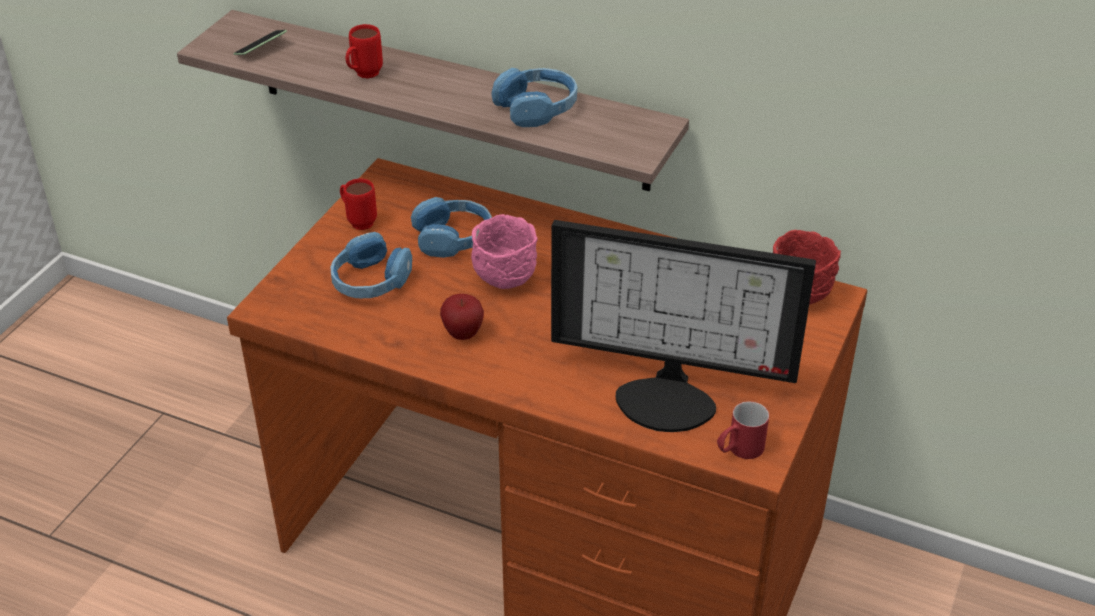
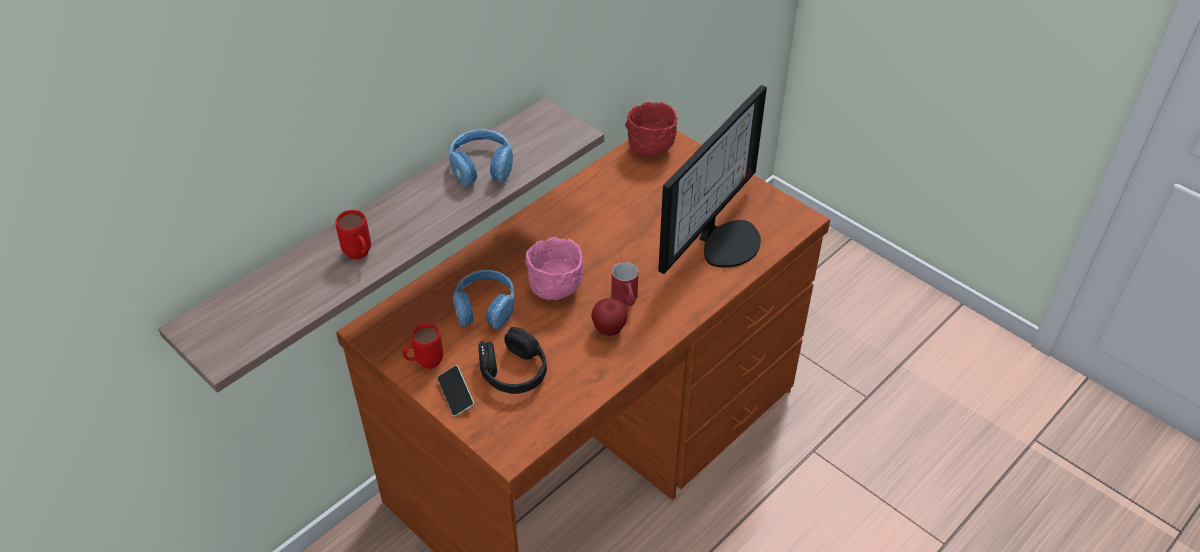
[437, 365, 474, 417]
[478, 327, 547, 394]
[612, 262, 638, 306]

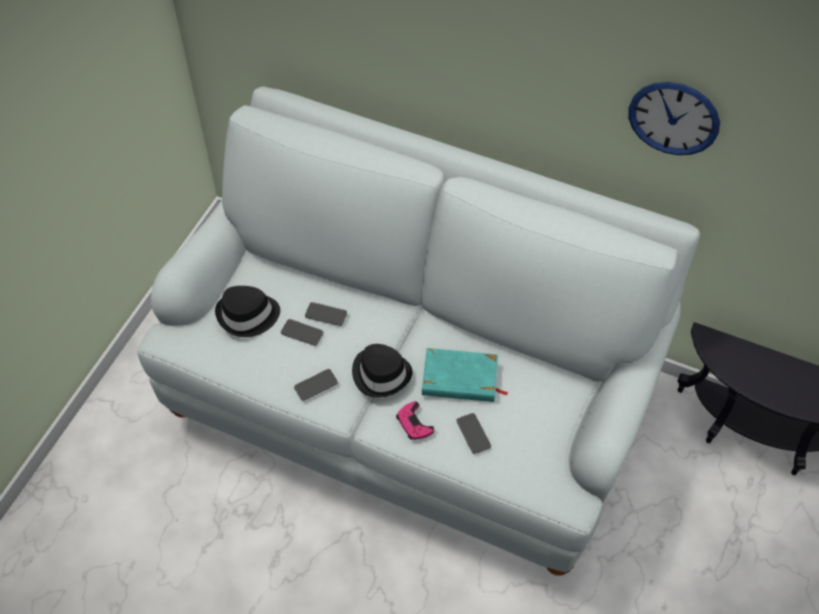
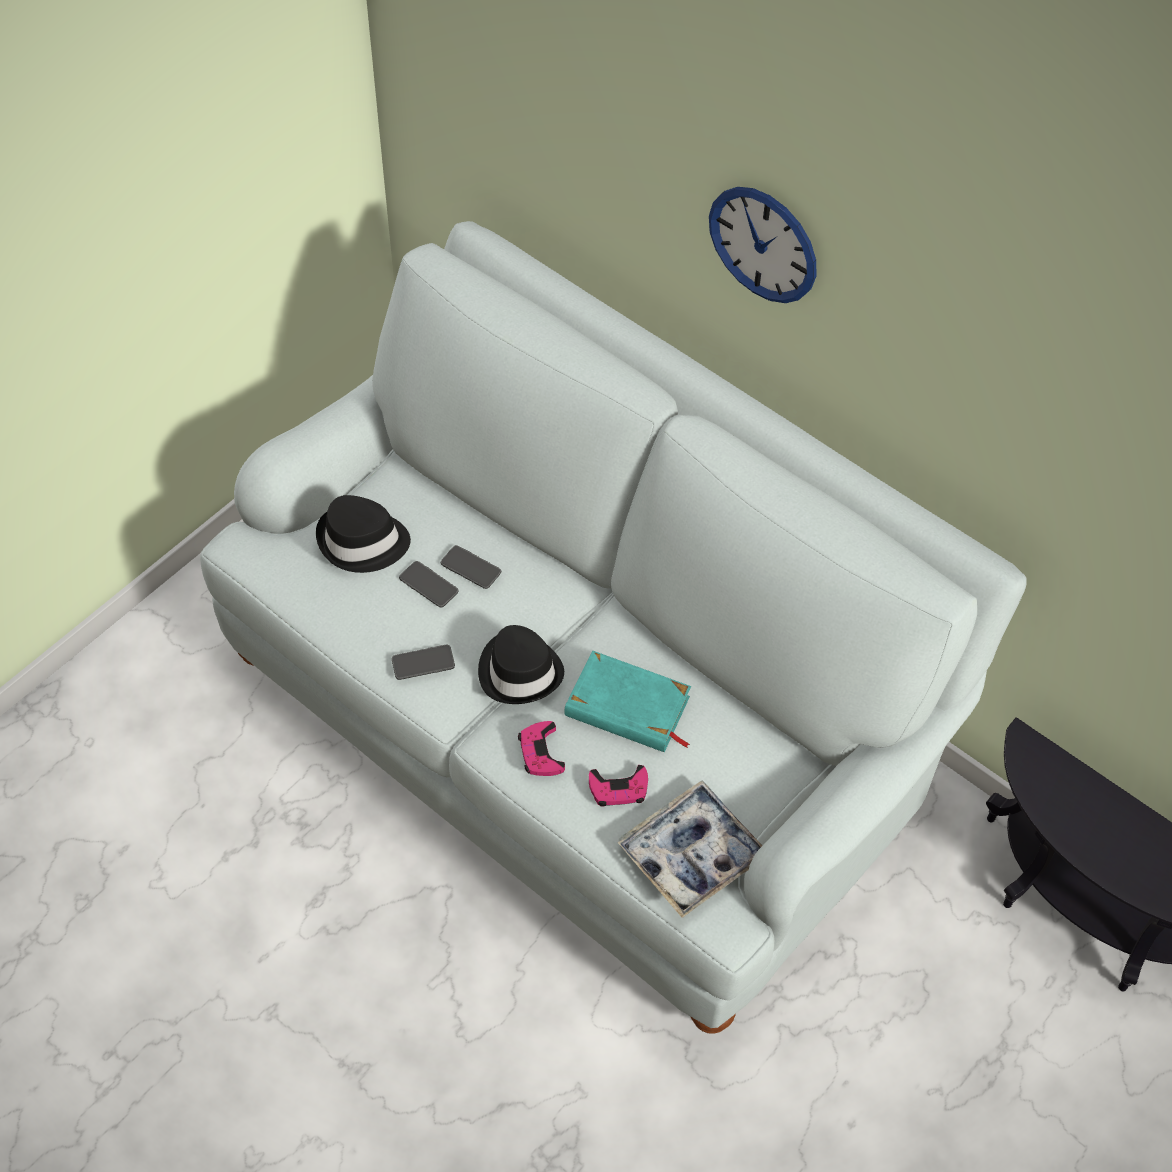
[589, 765, 648, 807]
[617, 780, 762, 918]
[709, 187, 816, 303]

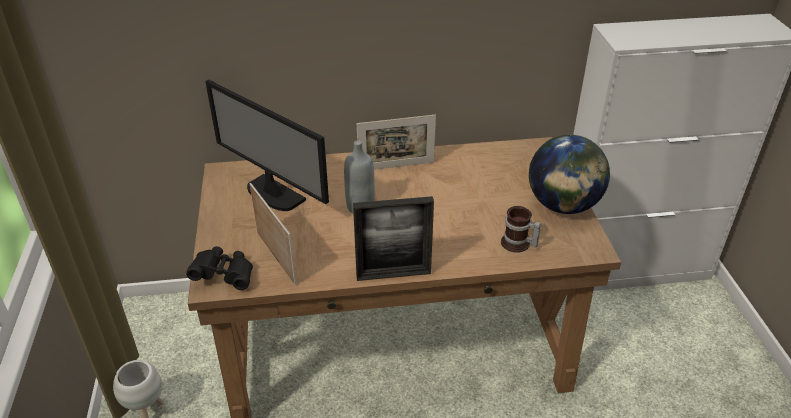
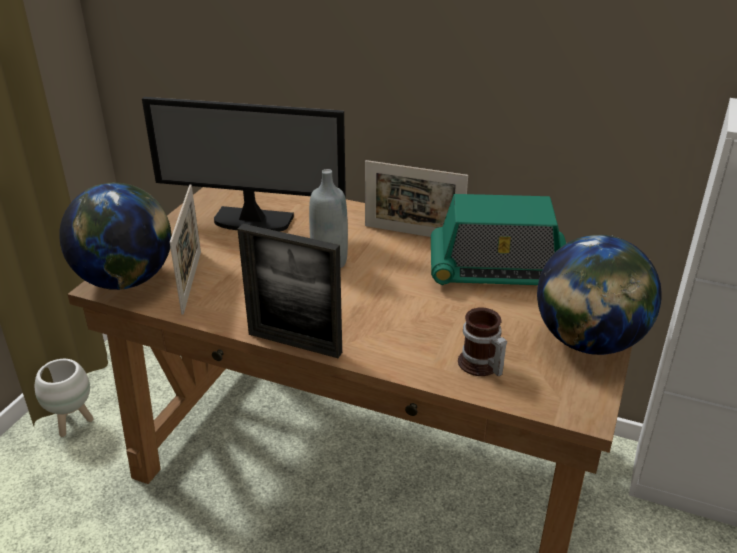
[59, 182, 171, 290]
[142, 97, 346, 232]
[431, 194, 566, 285]

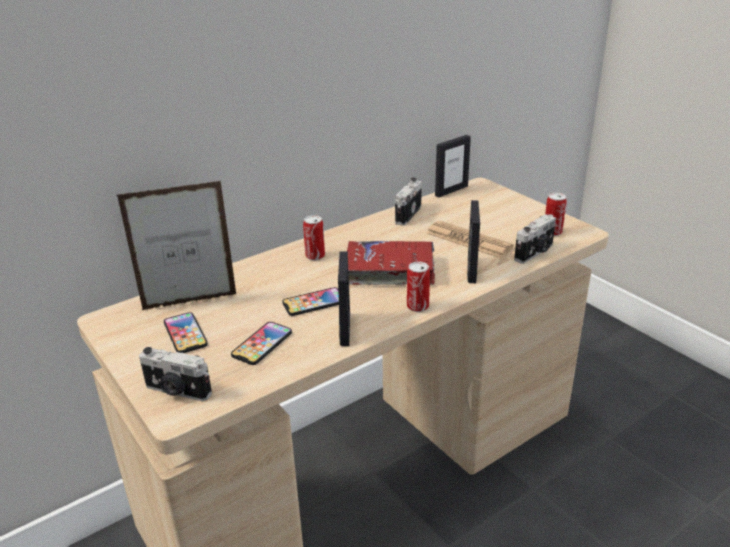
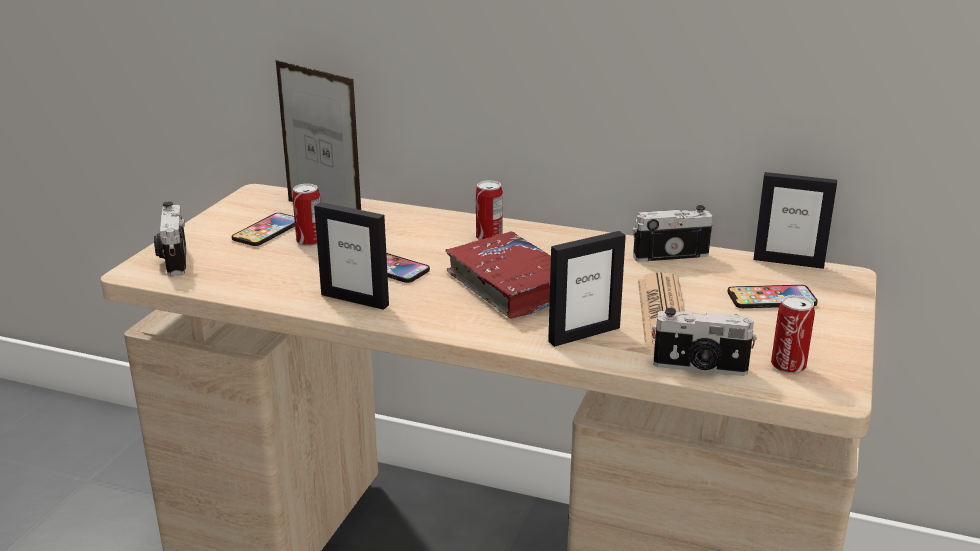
[292, 184, 320, 246]
[314, 202, 389, 310]
[727, 285, 818, 308]

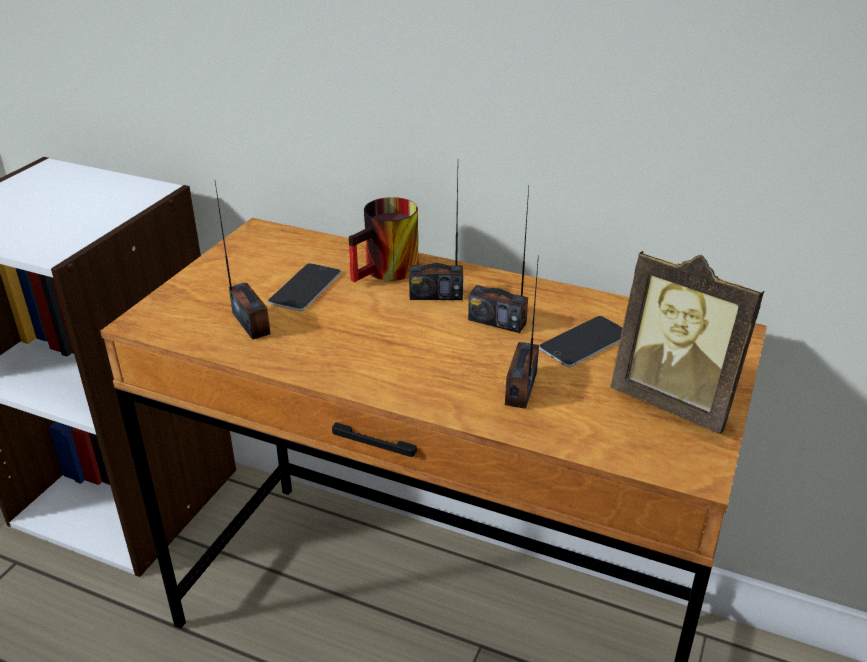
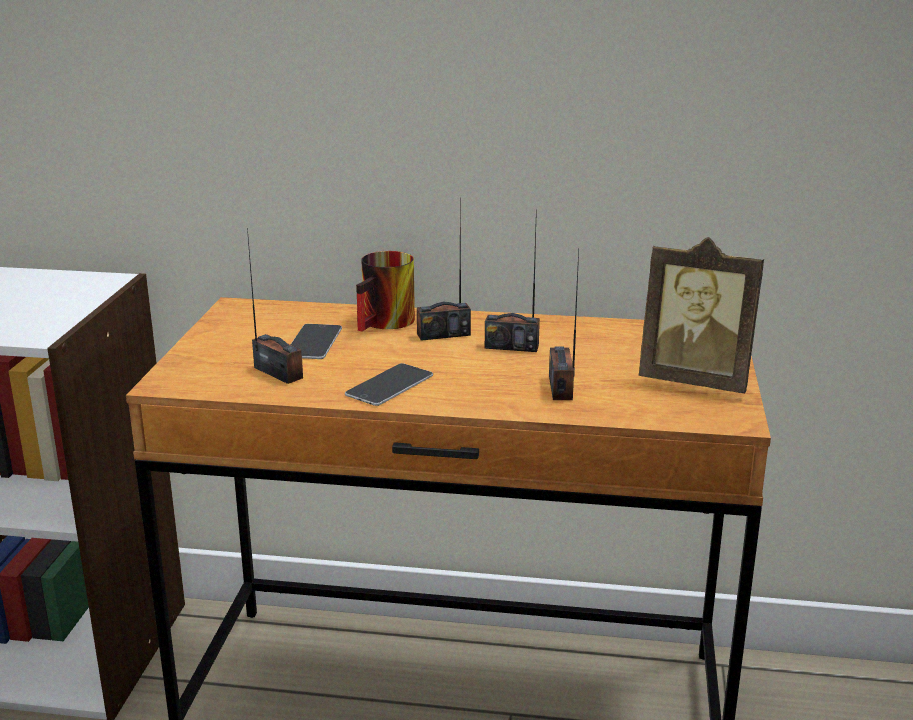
[345, 363, 433, 406]

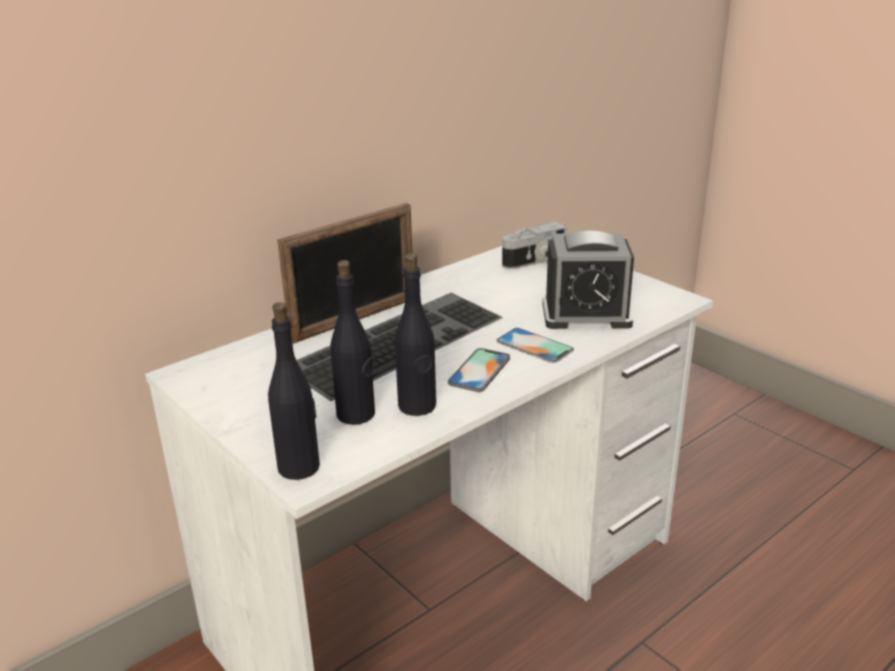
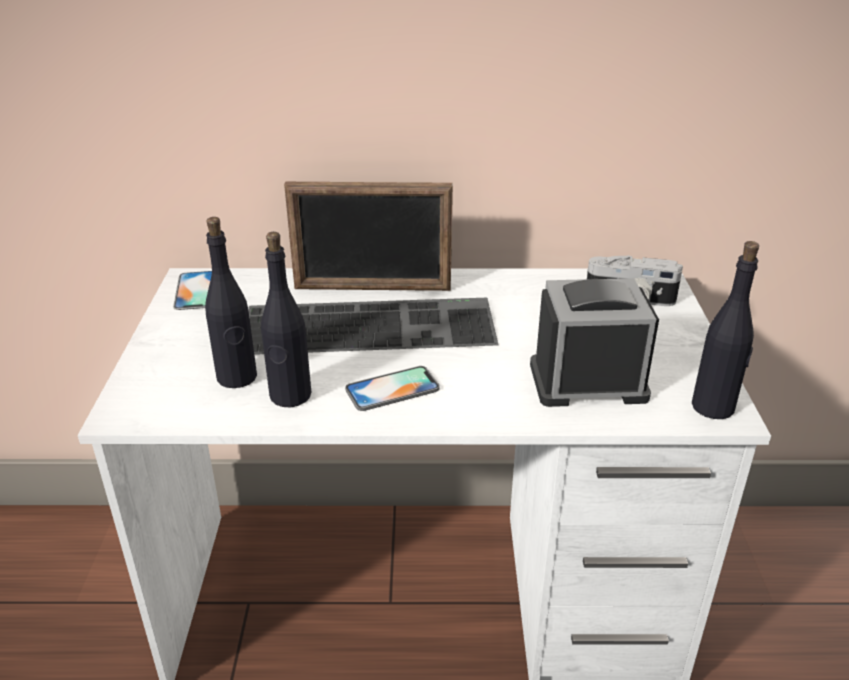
[173, 271, 212, 310]
[530, 278, 659, 407]
[692, 241, 759, 419]

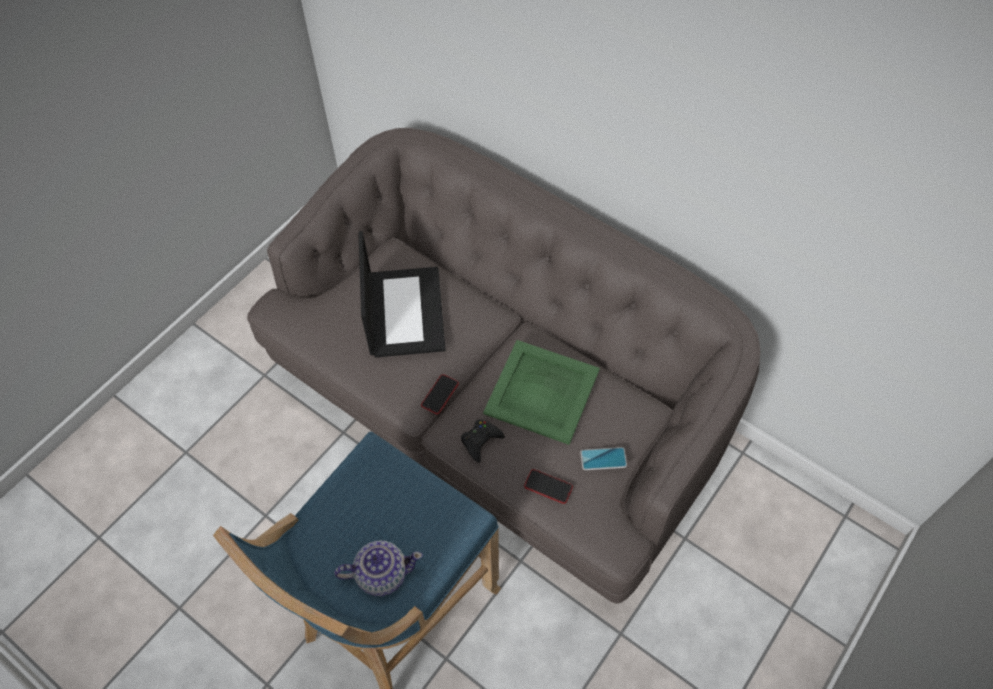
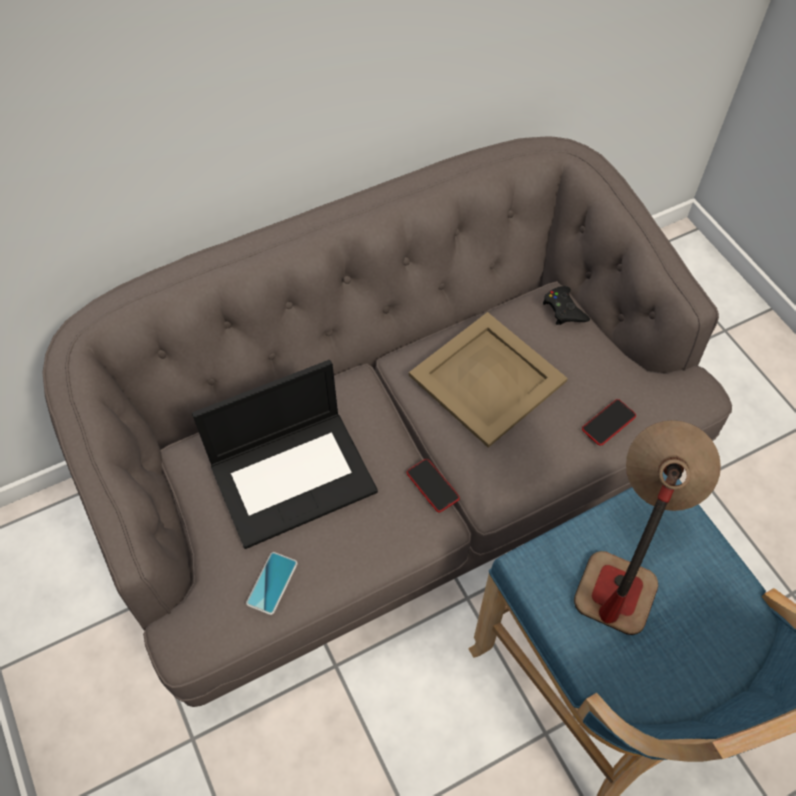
[192, 360, 378, 549]
[246, 552, 298, 615]
[409, 312, 568, 448]
[543, 286, 590, 325]
[574, 420, 721, 635]
[334, 541, 423, 596] (first image)

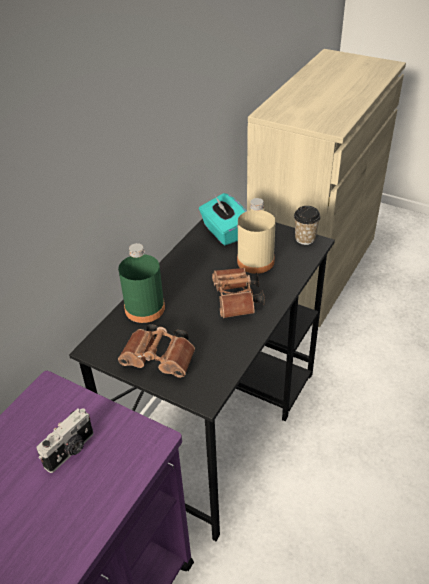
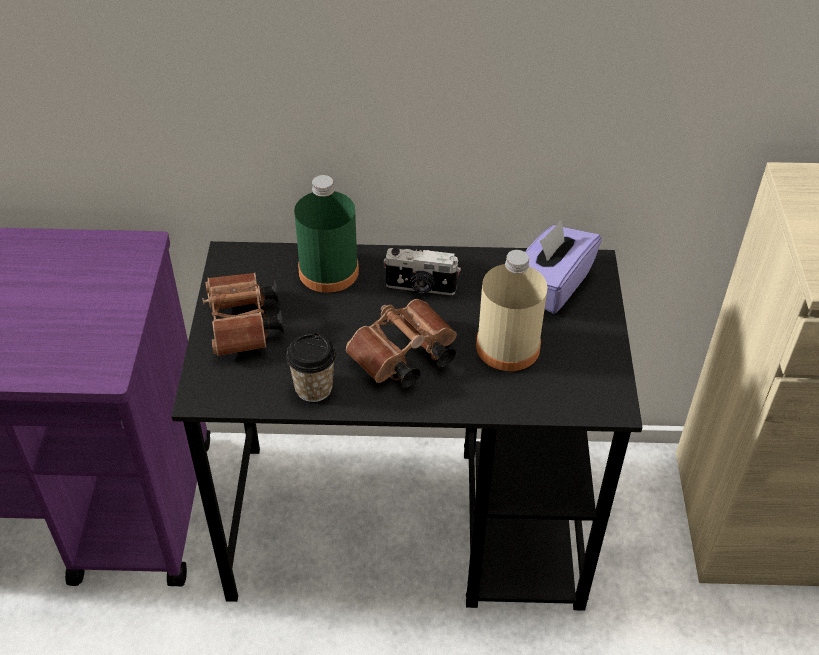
[286, 333, 336, 402]
[383, 248, 461, 295]
[525, 219, 602, 314]

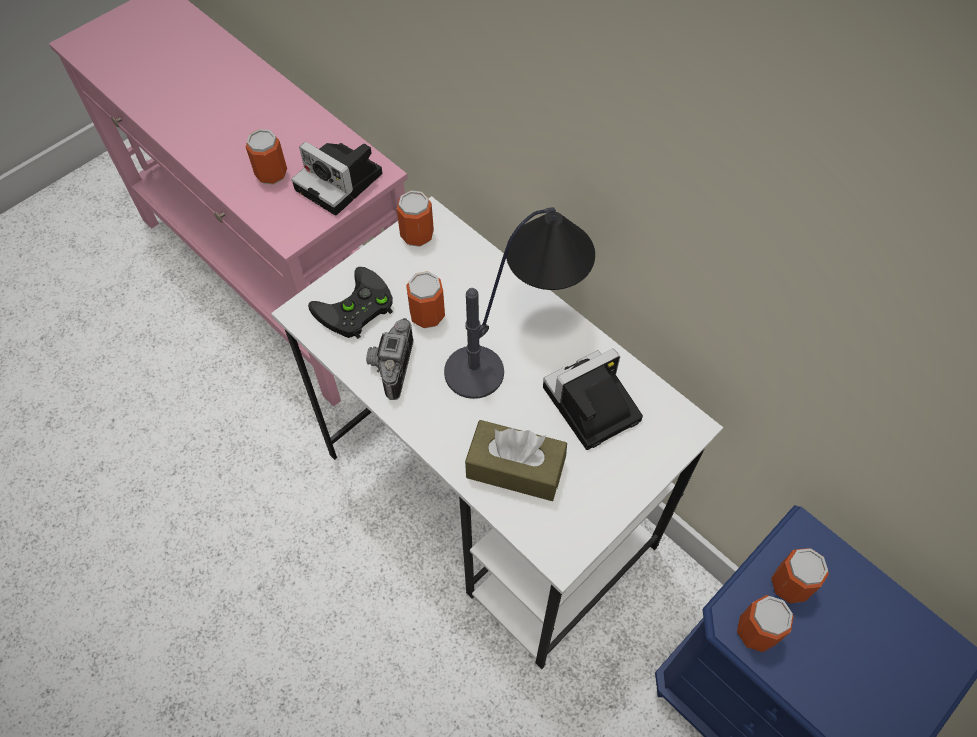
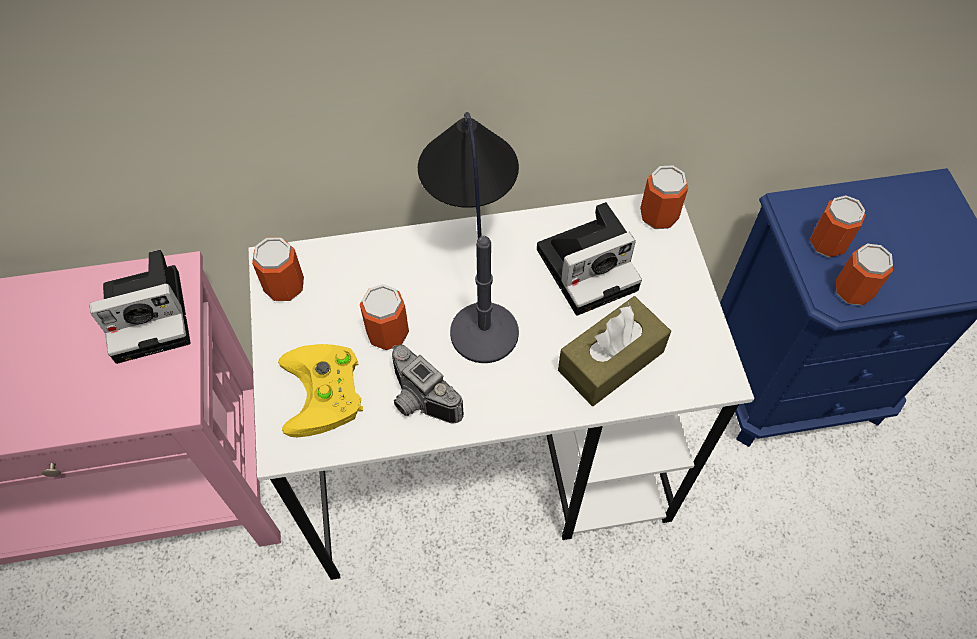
[278, 344, 363, 437]
[537, 202, 642, 316]
[640, 166, 688, 229]

